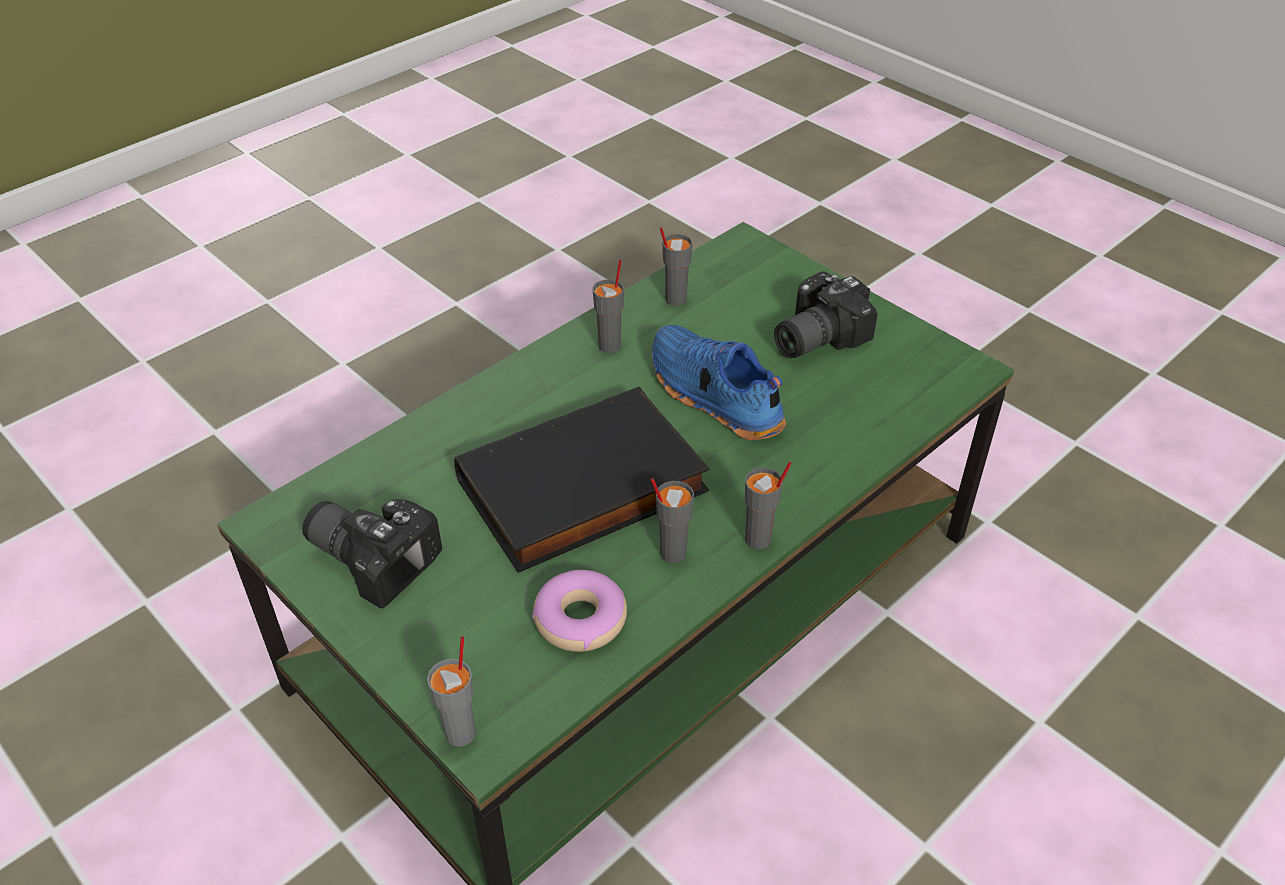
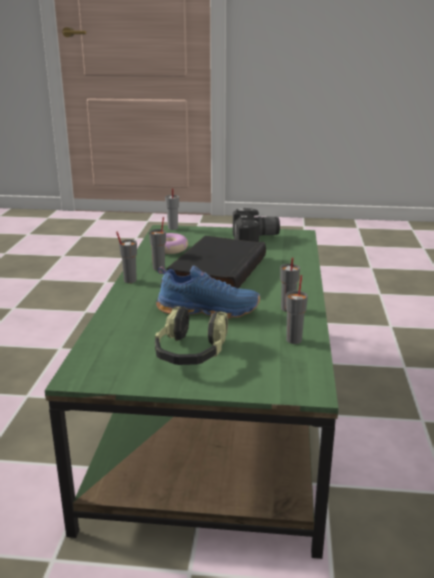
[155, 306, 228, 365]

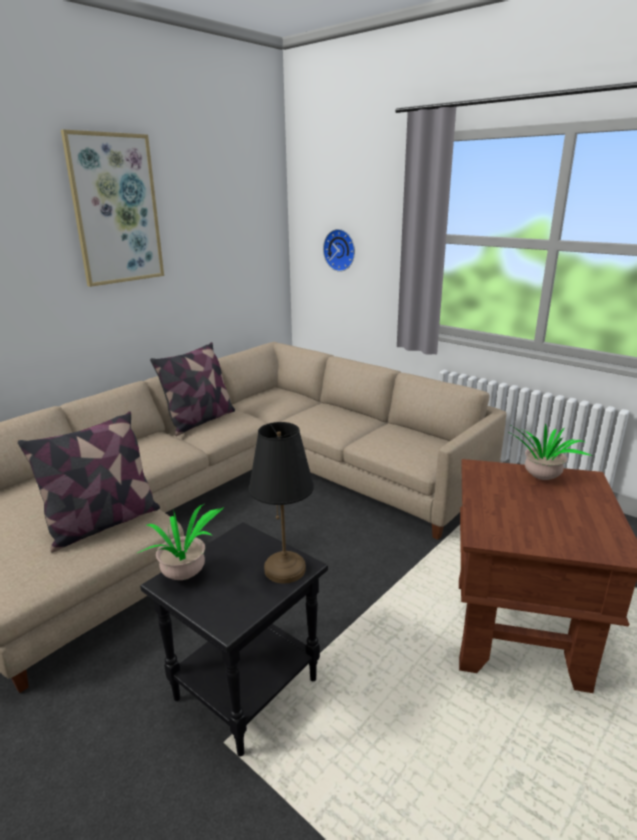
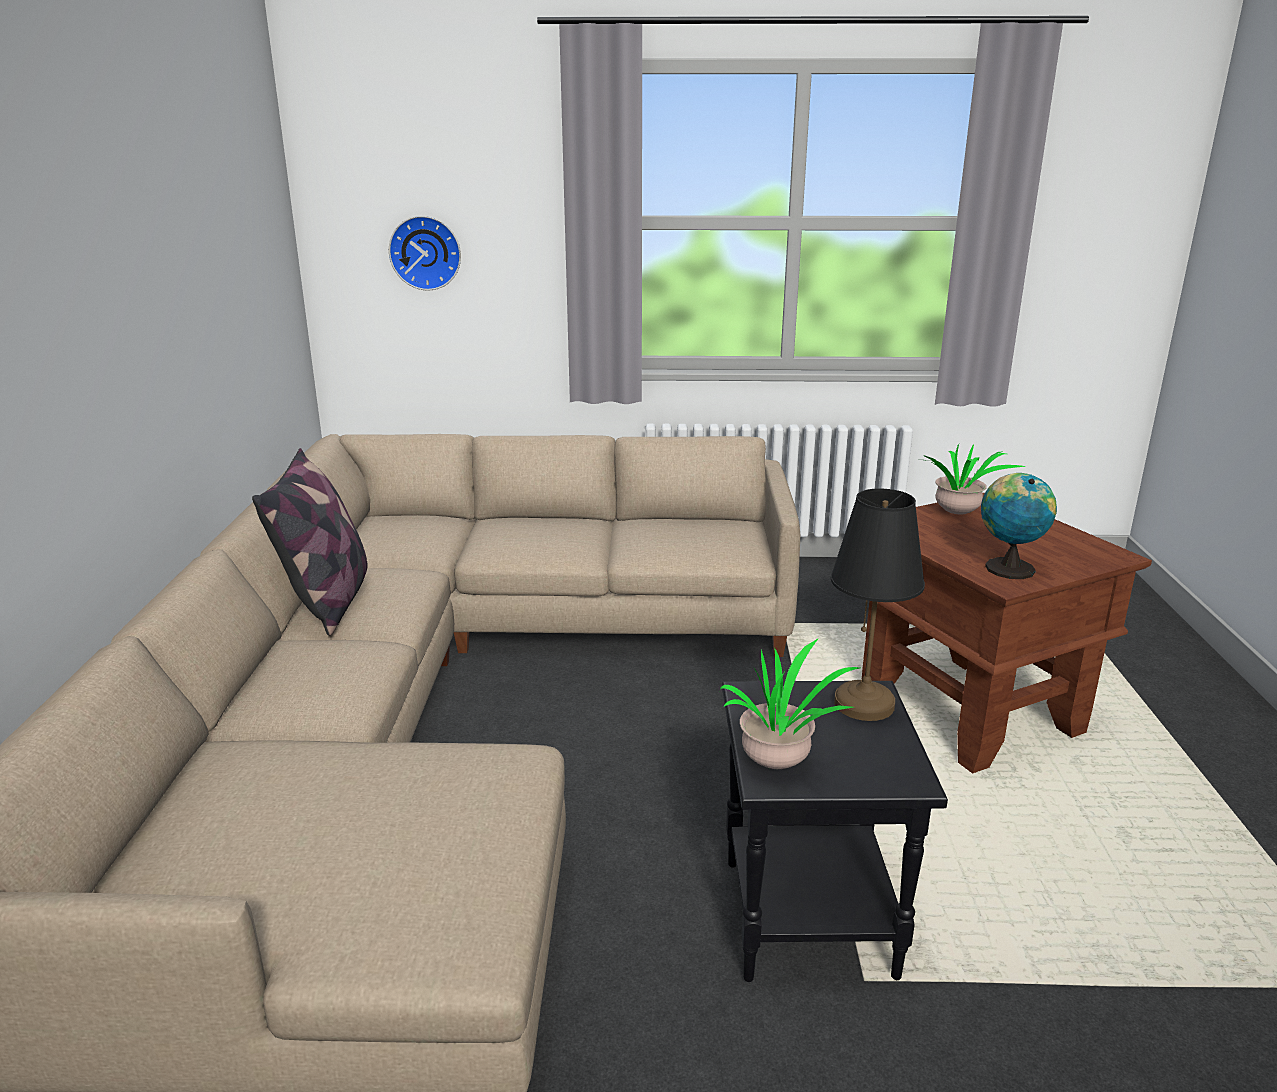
[981, 473, 1057, 579]
[18, 411, 160, 552] (first image)
[61, 129, 164, 287] (first image)

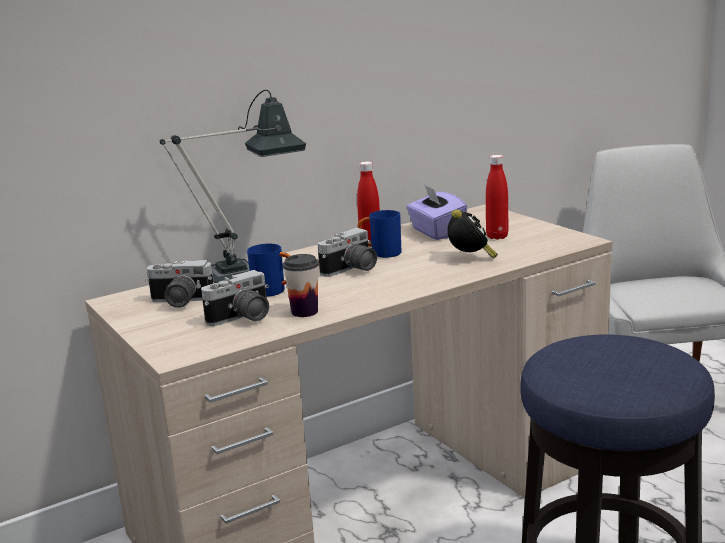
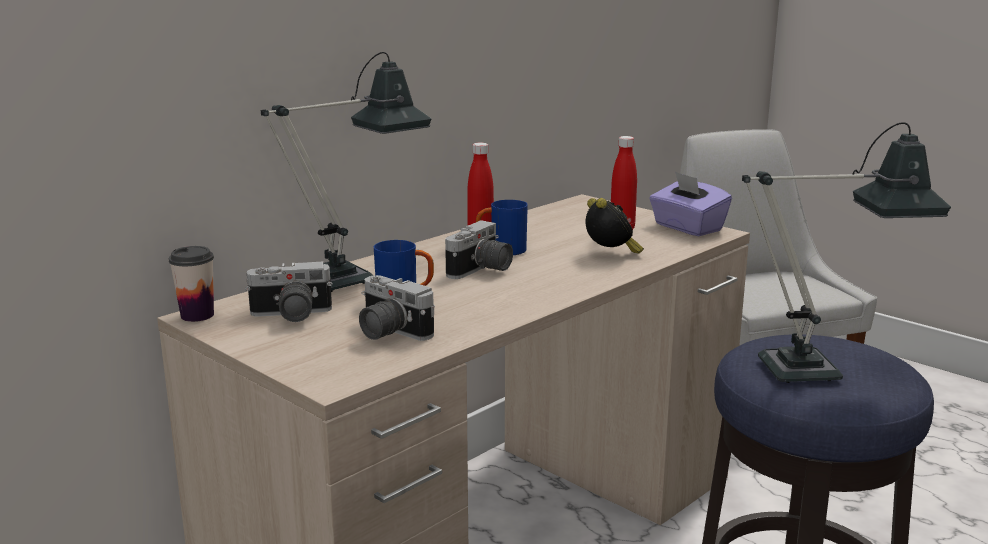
[169, 246, 214, 322]
[359, 275, 435, 341]
[649, 171, 732, 236]
[742, 122, 951, 383]

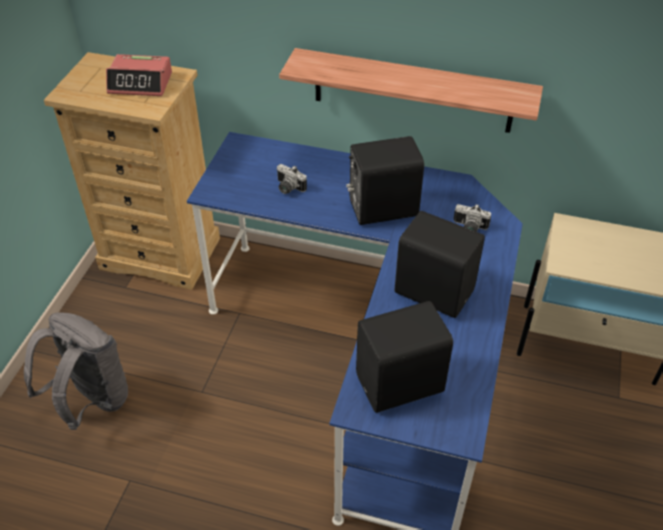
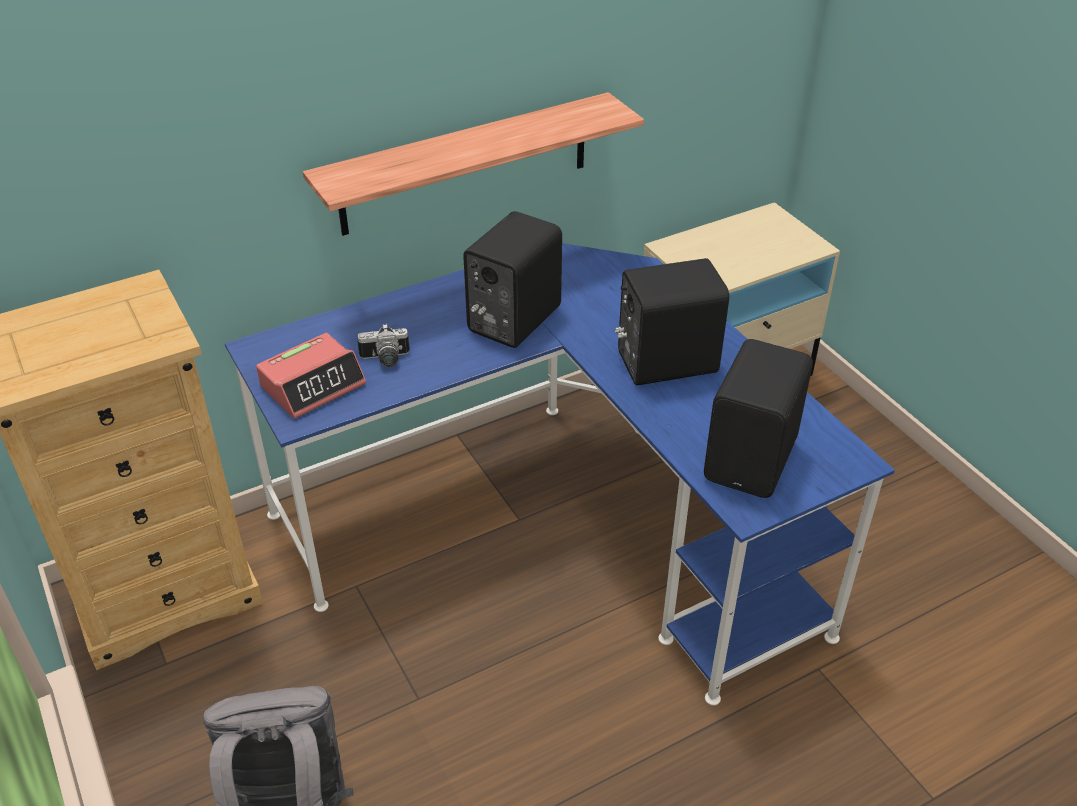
[256, 333, 366, 419]
[454, 204, 491, 232] (first image)

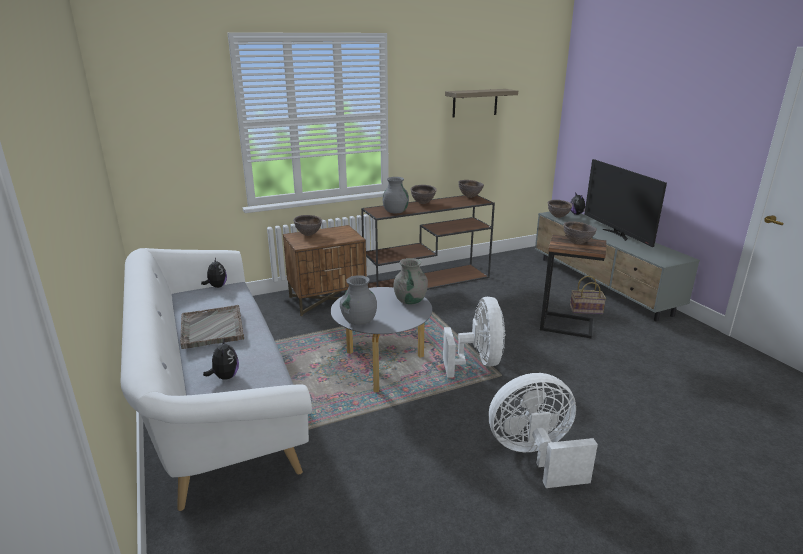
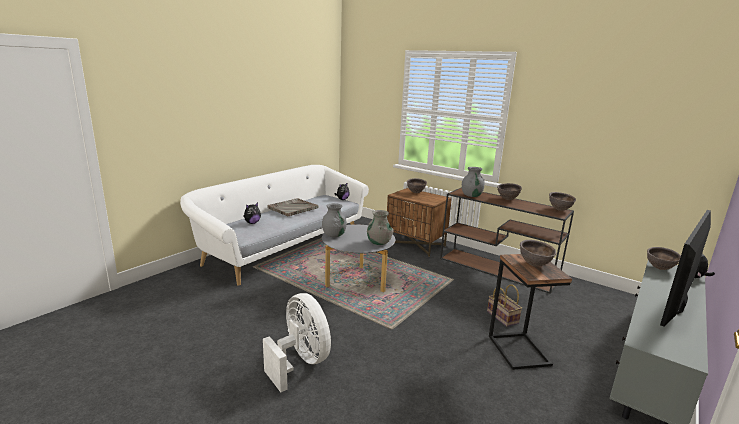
[487, 284, 522, 327]
[443, 297, 506, 378] (first image)
[445, 89, 518, 118] (first image)

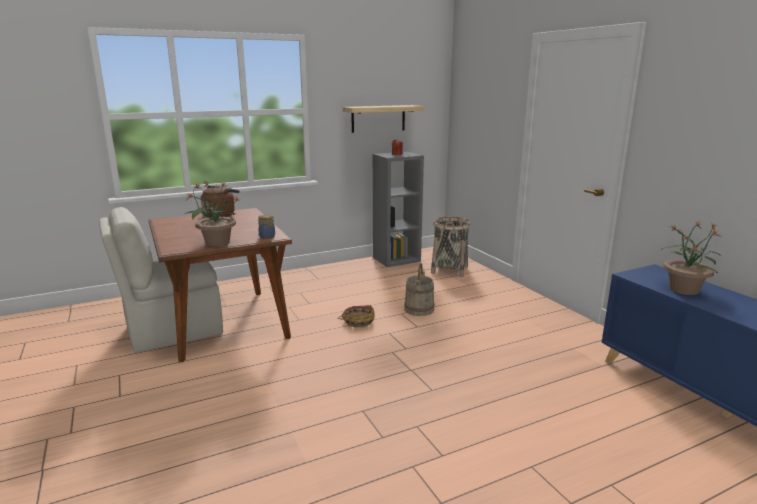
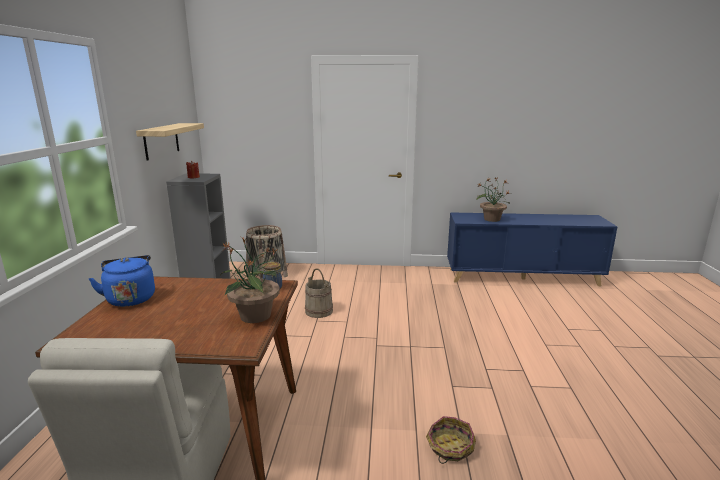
[89, 255, 155, 307]
[426, 416, 476, 464]

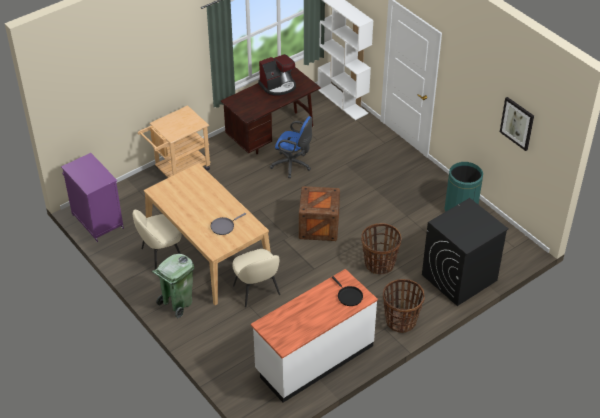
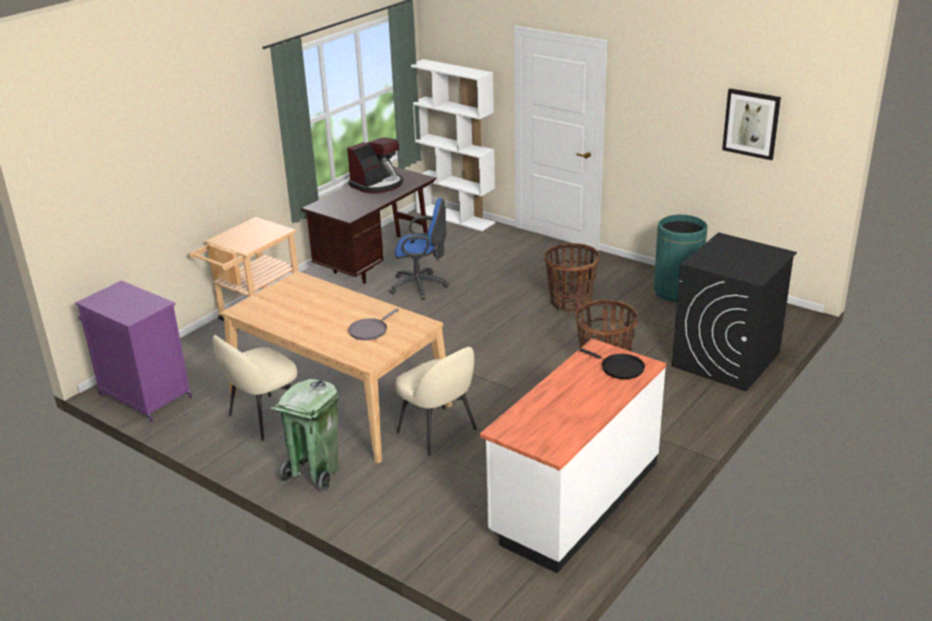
[544, 243, 600, 312]
[299, 186, 340, 241] (first image)

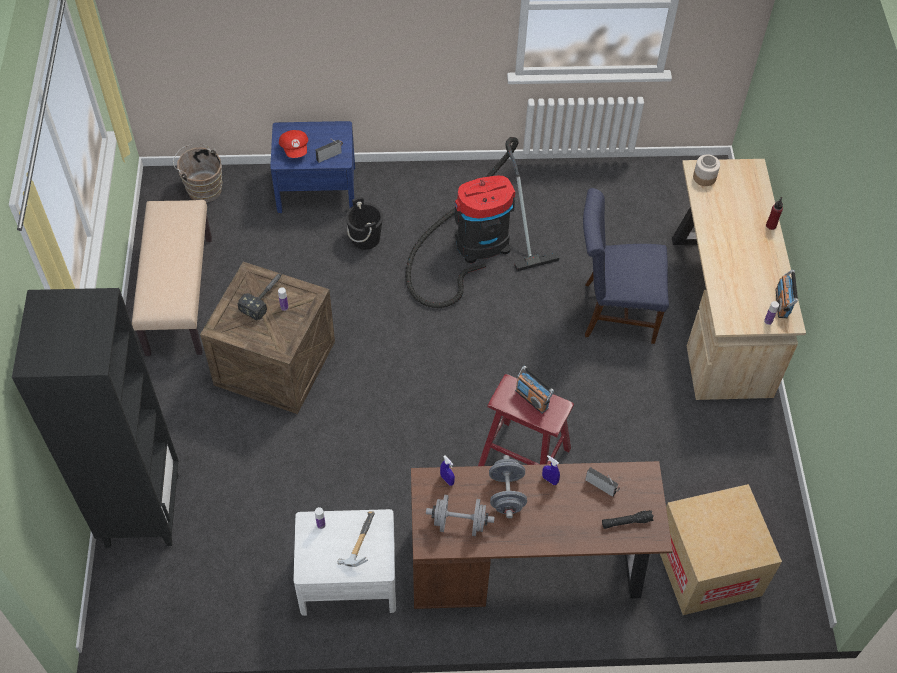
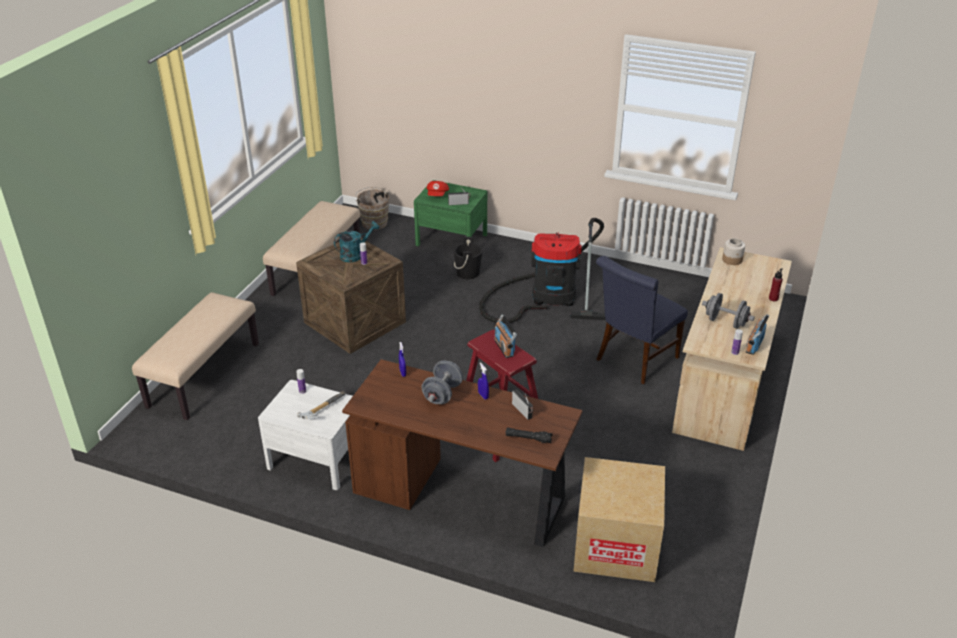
[132, 292, 259, 420]
[334, 221, 379, 262]
[414, 180, 487, 247]
[596, 256, 688, 384]
[702, 293, 755, 329]

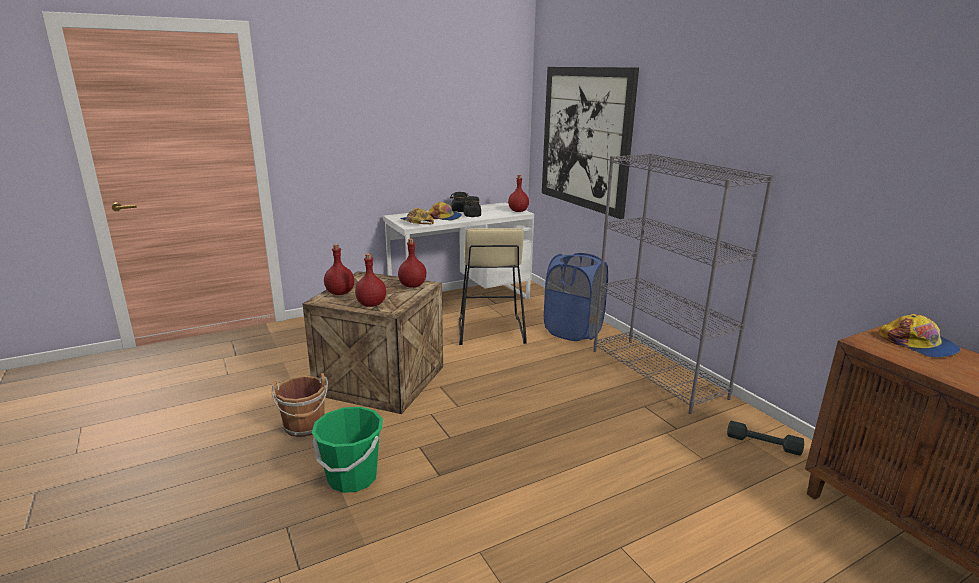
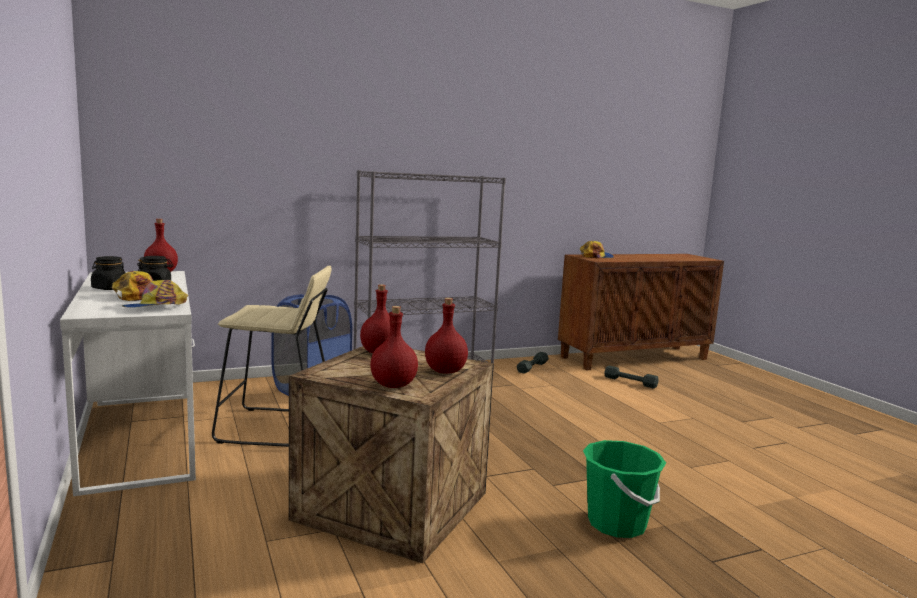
[604, 366, 659, 389]
[272, 373, 328, 437] (first image)
[542, 67, 639, 219] (first image)

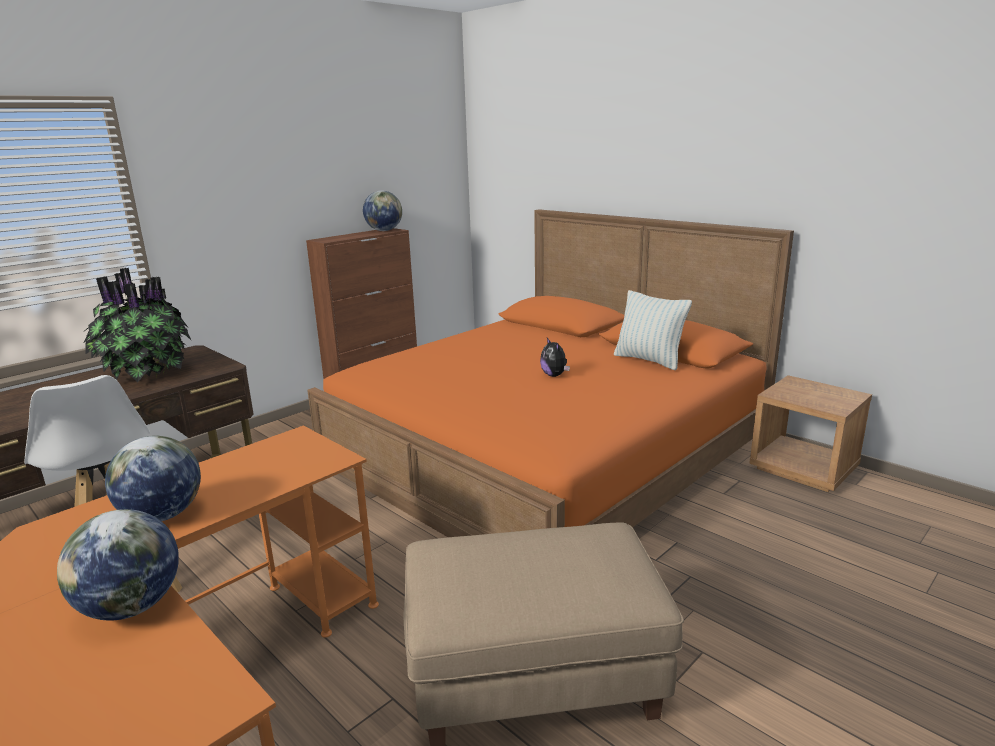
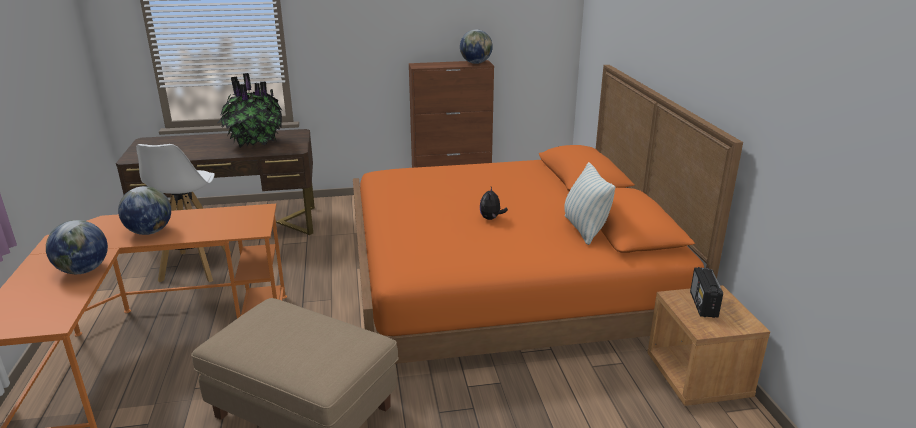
[690, 267, 723, 318]

